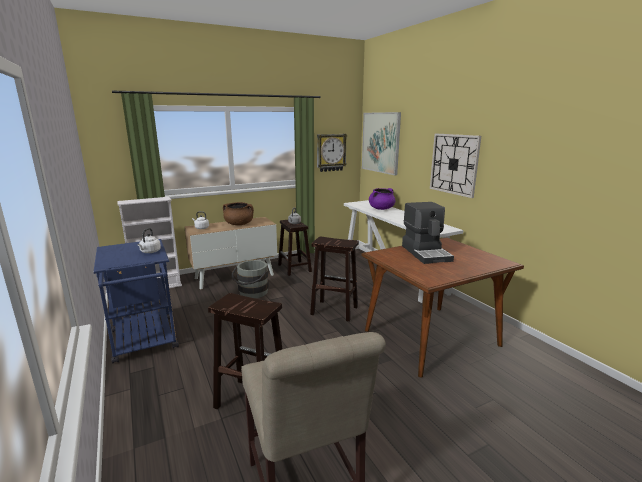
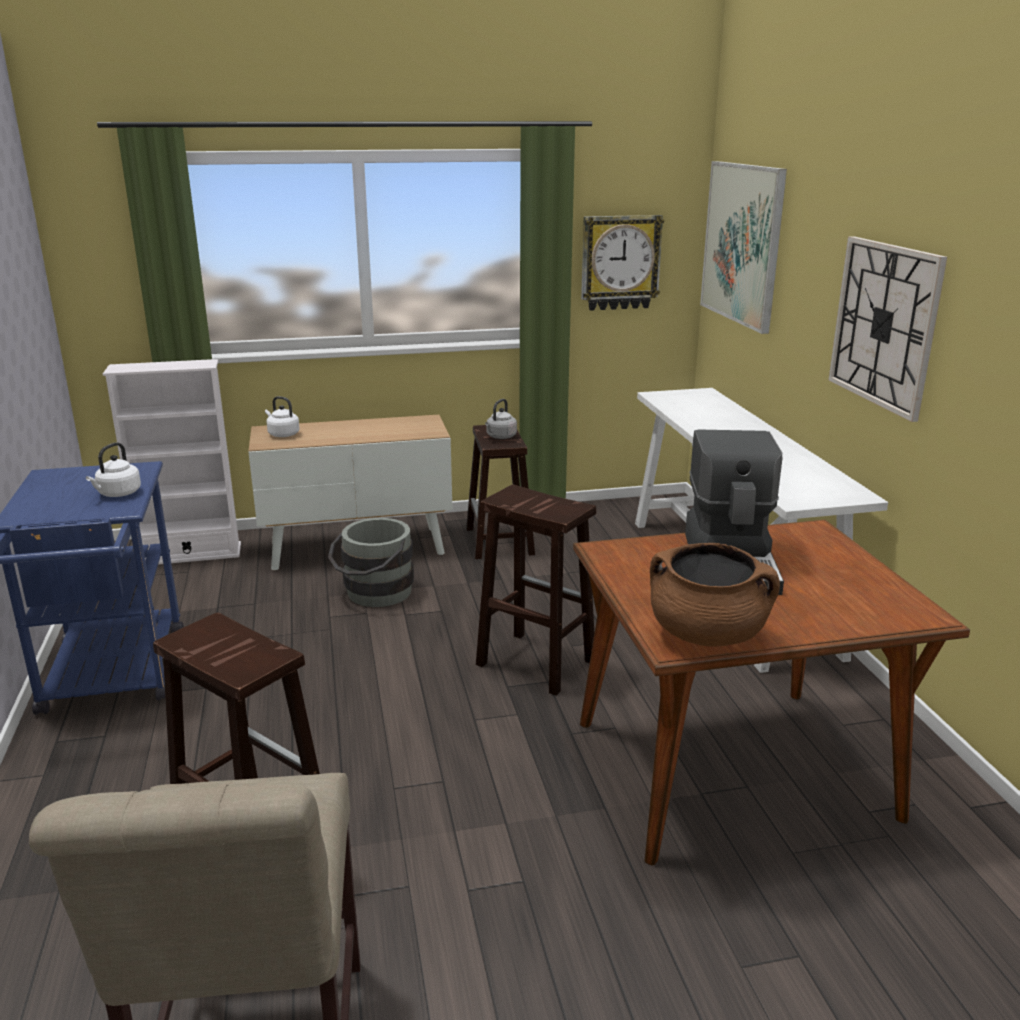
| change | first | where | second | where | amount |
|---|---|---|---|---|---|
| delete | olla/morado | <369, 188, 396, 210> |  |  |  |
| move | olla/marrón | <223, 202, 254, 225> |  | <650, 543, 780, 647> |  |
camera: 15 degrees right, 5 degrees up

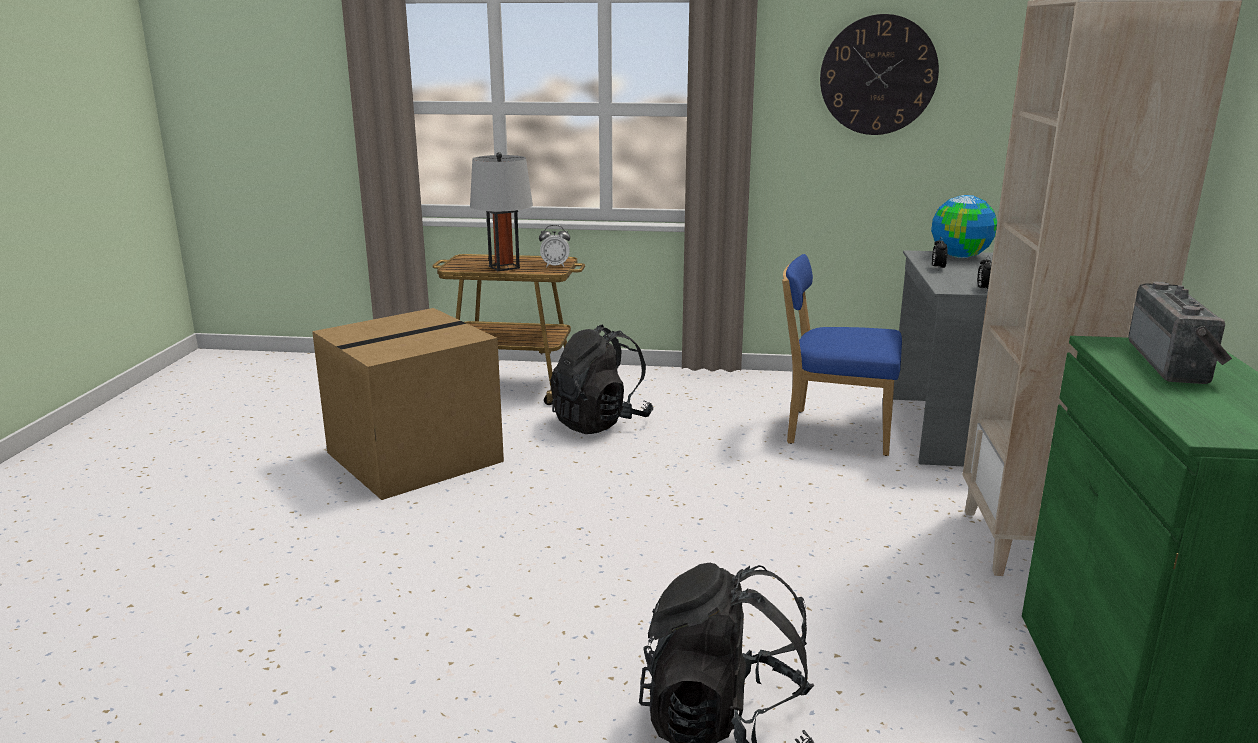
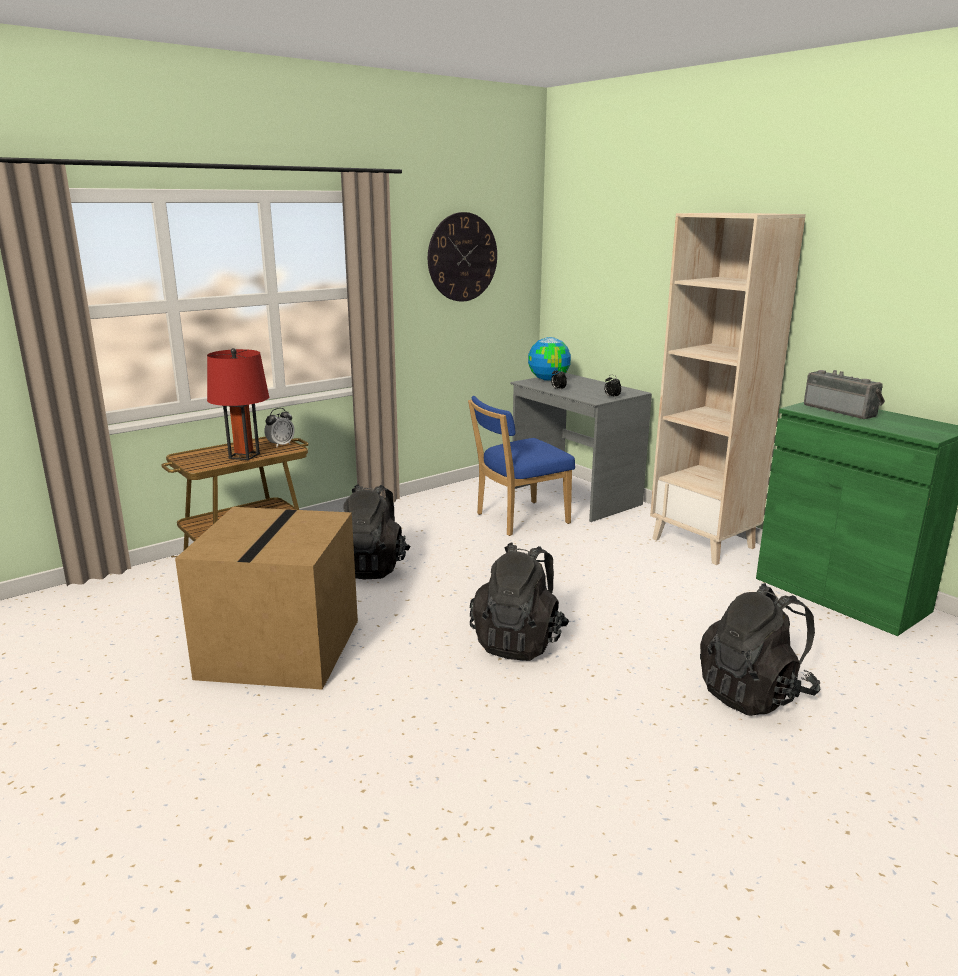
| change | first | where | second | where | amount |
|---|---|---|---|---|---|
| insert |  |  | mochila/negro | <470, 542, 569, 661> |  |
| recolor | lámpara de mesa/gris | <470, 152, 533, 271> | lámpara de mesa/rojo | <207, 348, 269, 460> |  |
camera: 45 degrees left, 0 degrees up

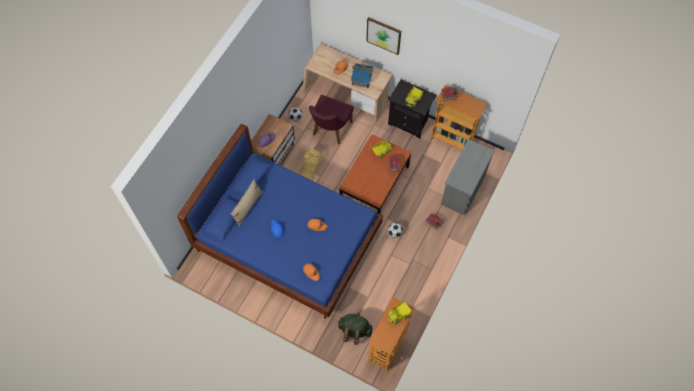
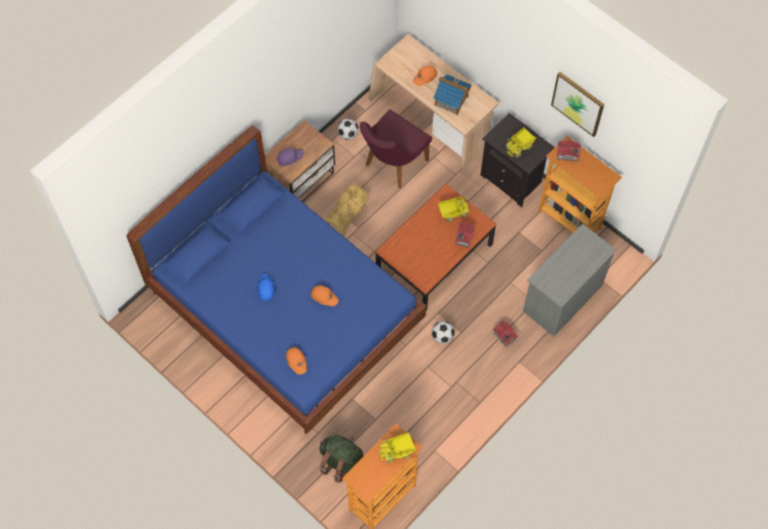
| change | first | where | second | where | amount |
|---|---|---|---|---|---|
| delete | cojín/beis | <230, 179, 263, 227> |  |  |  |
| move | cuadro | <366, 17, 401, 55> |  | <551, 72, 604, 137> |  |
camera: 15 degrees right, 0 degrees up

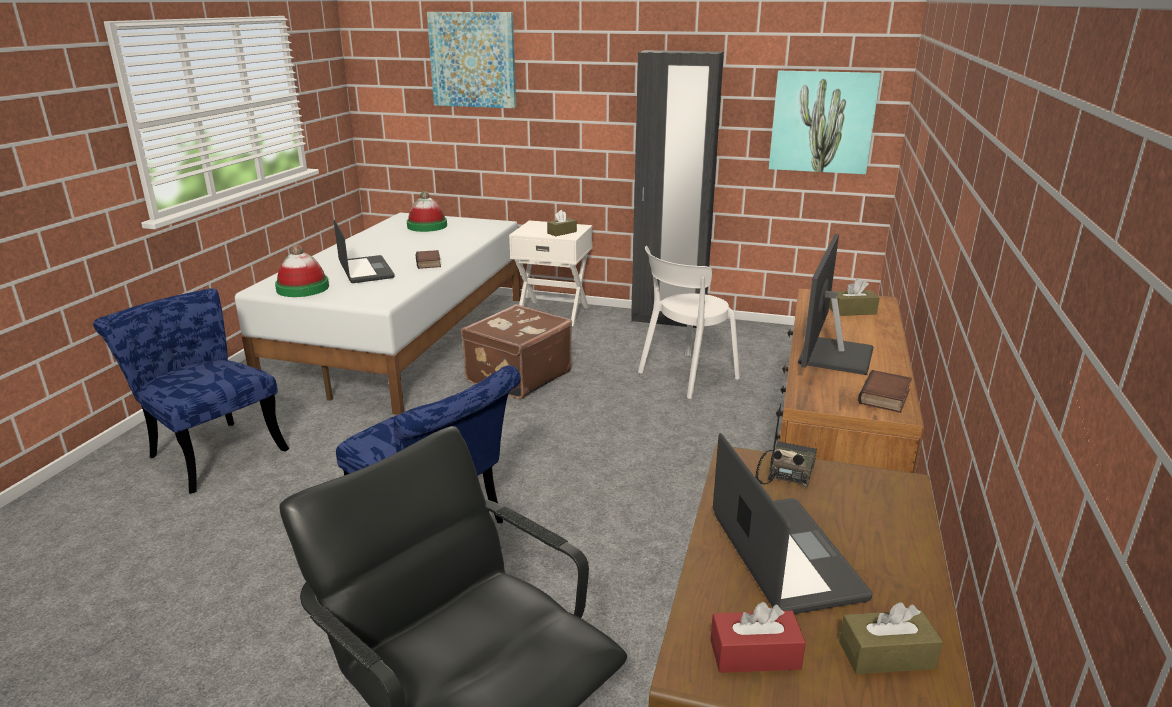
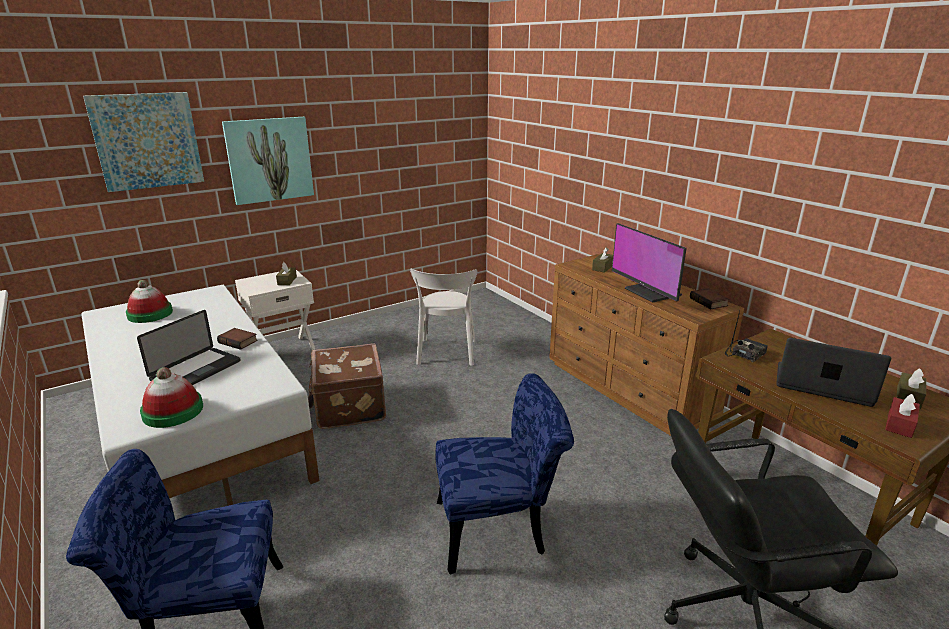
| change | first | where | second | where | amount |
|---|---|---|---|---|---|
| delete | armario ropero/negro | <631, 50, 724, 328> |  |  |  |
| move | cuadro | <769, 71, 881, 174> |  | <222, 117, 314, 205> |  |
| rotate | portátil | <334, 220, 395, 283> |  | <137, 310, 240, 385> | 105 degrees clockwise |
| rotate | radio | <755, 404, 817, 488> |  | <725, 311, 768, 362> | 75 degrees clockwise |
camera: 50 degrees left, 0 degrees up

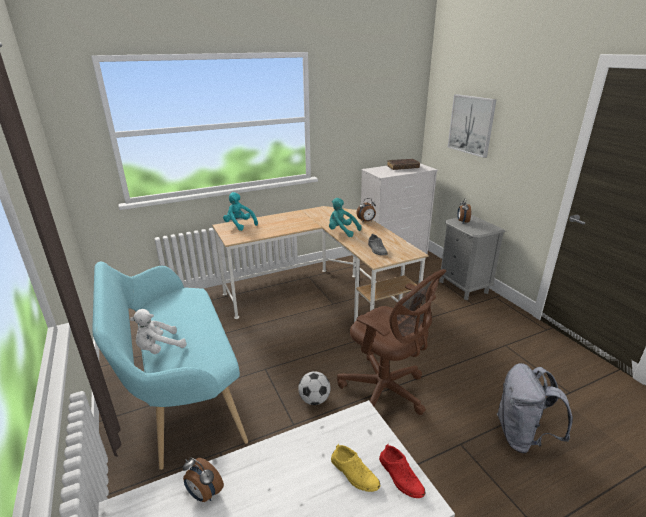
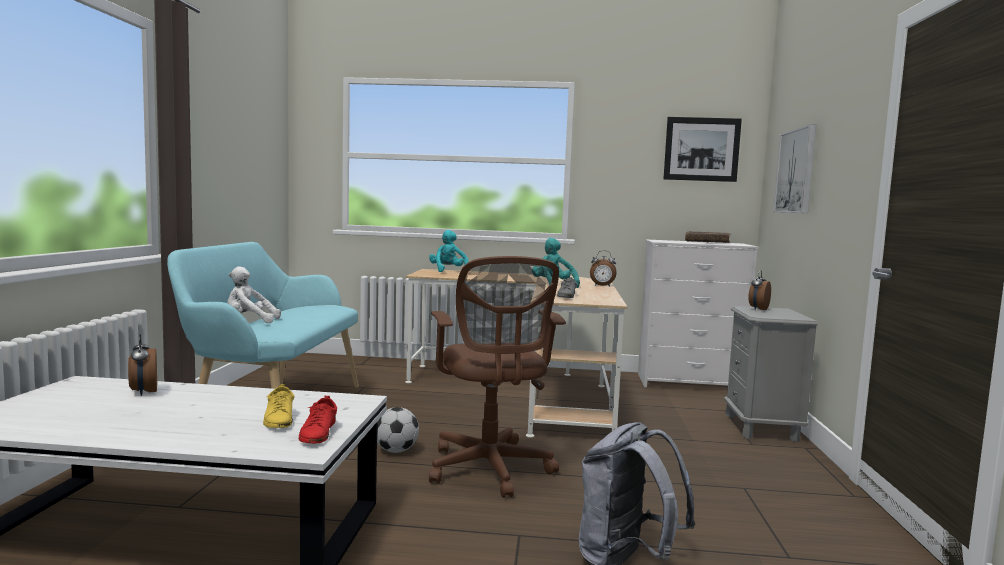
| change | first | where | second | where | amount |
|---|---|---|---|---|---|
| insert |  |  | cuadro | <663, 117, 742, 182> |  |
camera: 30 degrees right, 20 degrees down

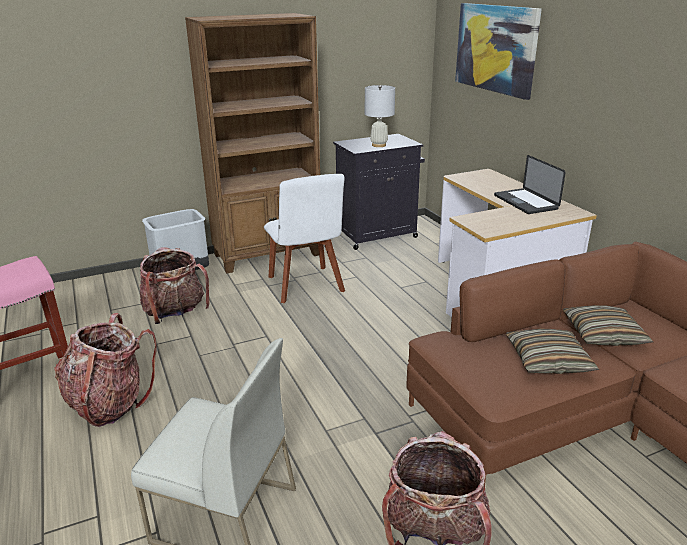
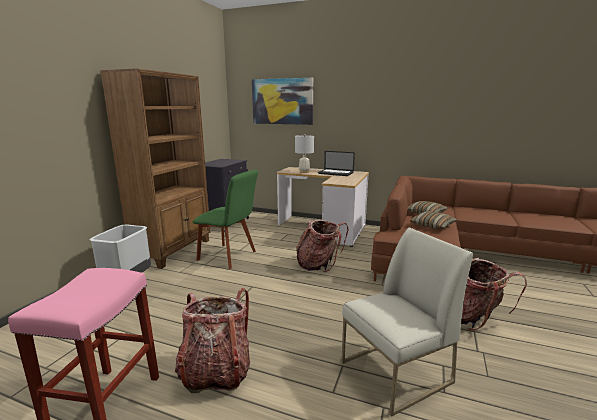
| change | first | where | second | where | amount |
|---|---|---|---|---|---|
| move | mochila | <139, 247, 210, 324> |  | <296, 220, 348, 272> |  |
| move | lámpara de mesa/blanco | <365, 85, 395, 147> |  | <295, 134, 314, 173> |  |
| recolor | silla/blanco | <264, 174, 345, 303> | silla/verde | <193, 170, 258, 269> |  |
camera: 45 degrees left, 10 degrees down

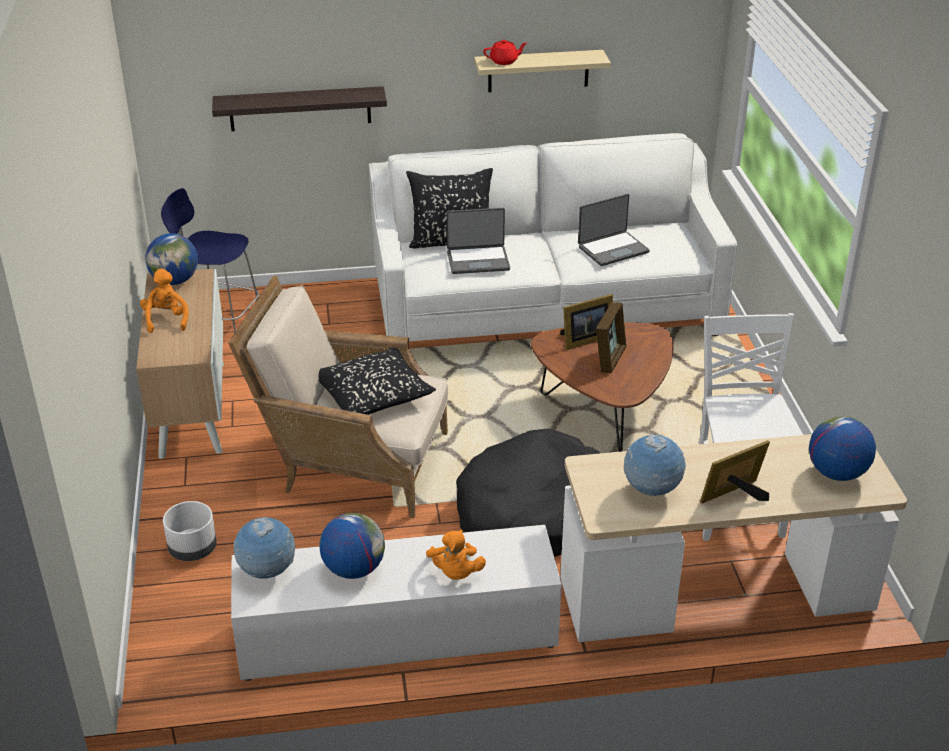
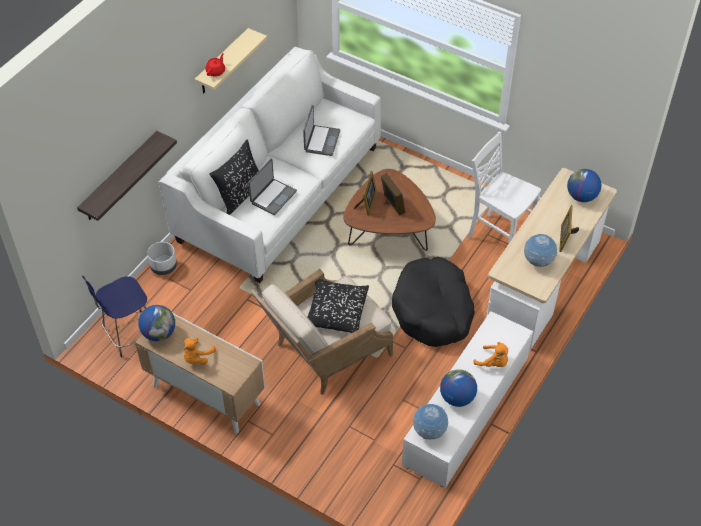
| change | first | where | second | where | amount |
|---|---|---|---|---|---|
| move | maceta/blanco | <163, 501, 217, 561> |  | <147, 242, 177, 275> |  |
| rotate | peluche/naranja | <140, 269, 188, 333> |  | <183, 338, 216, 365> | 90 degrees counterclockwise |
camera: 50 degrees left, 15 degrees up

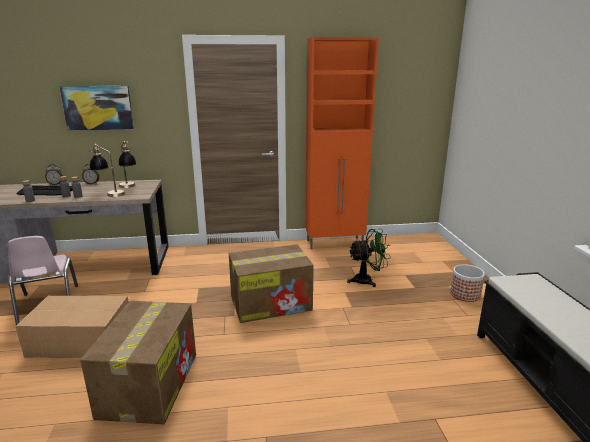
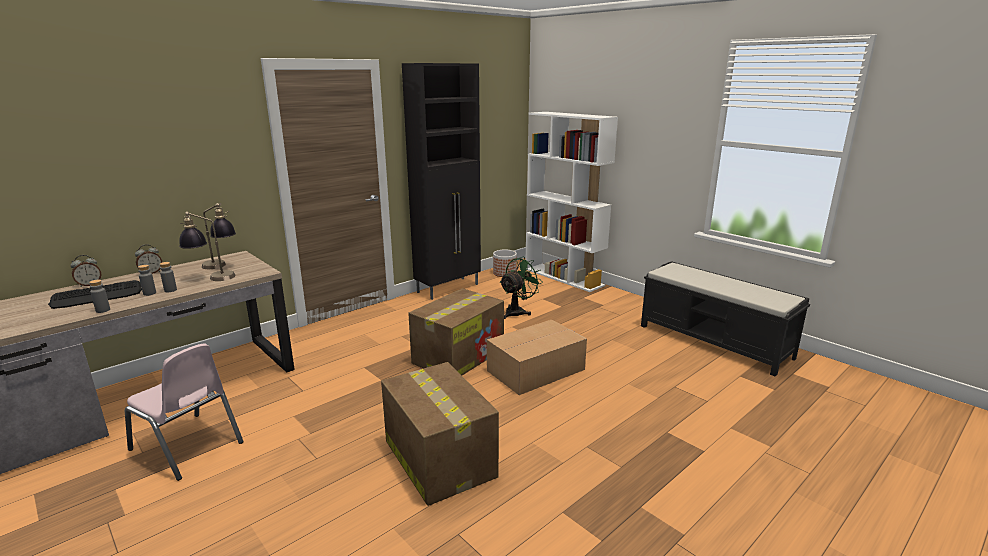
| change | first | where | second | where | amount |
|---|---|---|---|---|---|
| delete | cuadro | <59, 86, 134, 131> |  |  |  |
| insert |  |  | estantería/blanco | <526, 112, 618, 292> |  |
| move | caja de cartón | <16, 296, 129, 358> |  | <487, 320, 587, 395> |  |
| move | maceta | <450, 264, 485, 302> |  | <493, 250, 517, 277> |  |
| recolor | armario/naranja | <305, 37, 379, 249> | armario/negro | <402, 63, 481, 300> |  |
camera: 35 degrees left, 0 degrees up

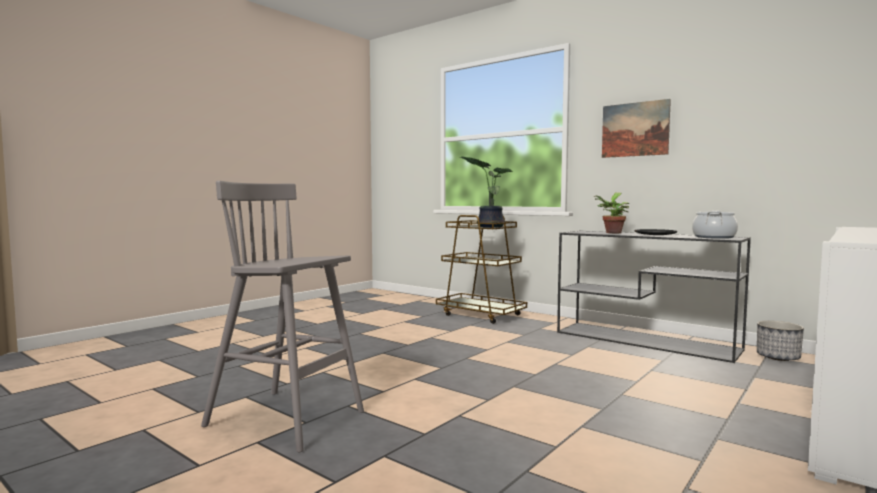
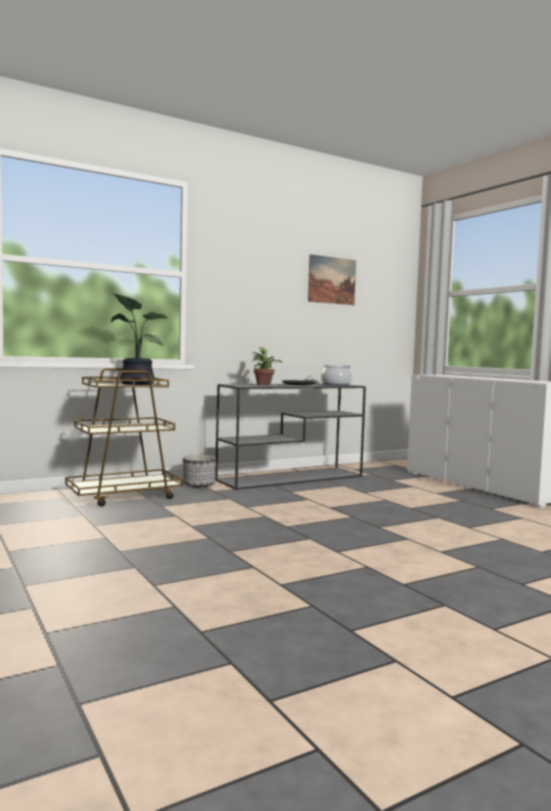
| change | first | where | second | where | amount |
|---|---|---|---|---|---|
| delete | taburete/gris | <201, 181, 364, 452> |  |  |  |
| move | cuadro | <602, 99, 671, 158> |  | <308, 254, 356, 305> |  |
| move | maceta | <757, 321, 804, 361> |  | <183, 455, 216, 488> |  |
camera: 70 degrees left, 0 degrees up

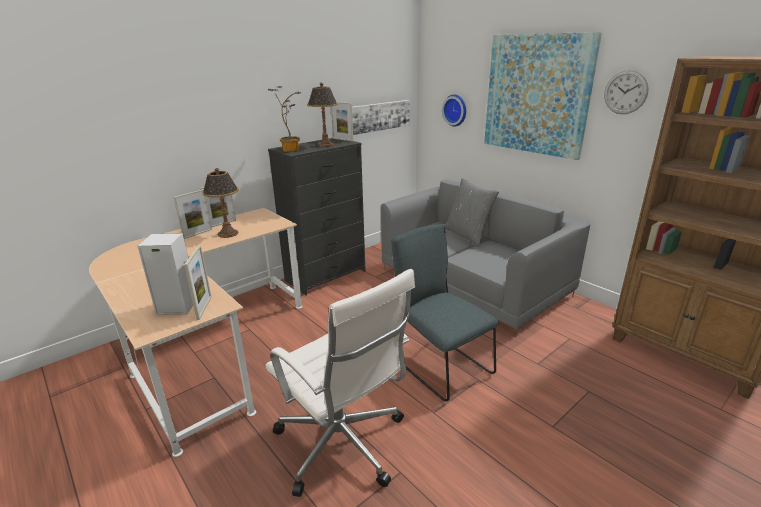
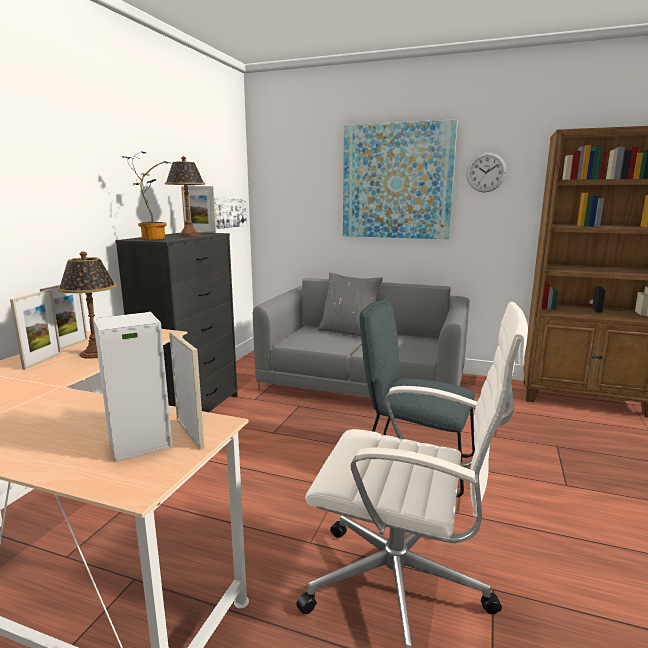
| change | first | where | second | where | amount |
|---|---|---|---|---|---|
| delete | reloj de pared | <442, 94, 466, 127> |  |  |  |
camera: 30 degrees left, 10 degrees down

